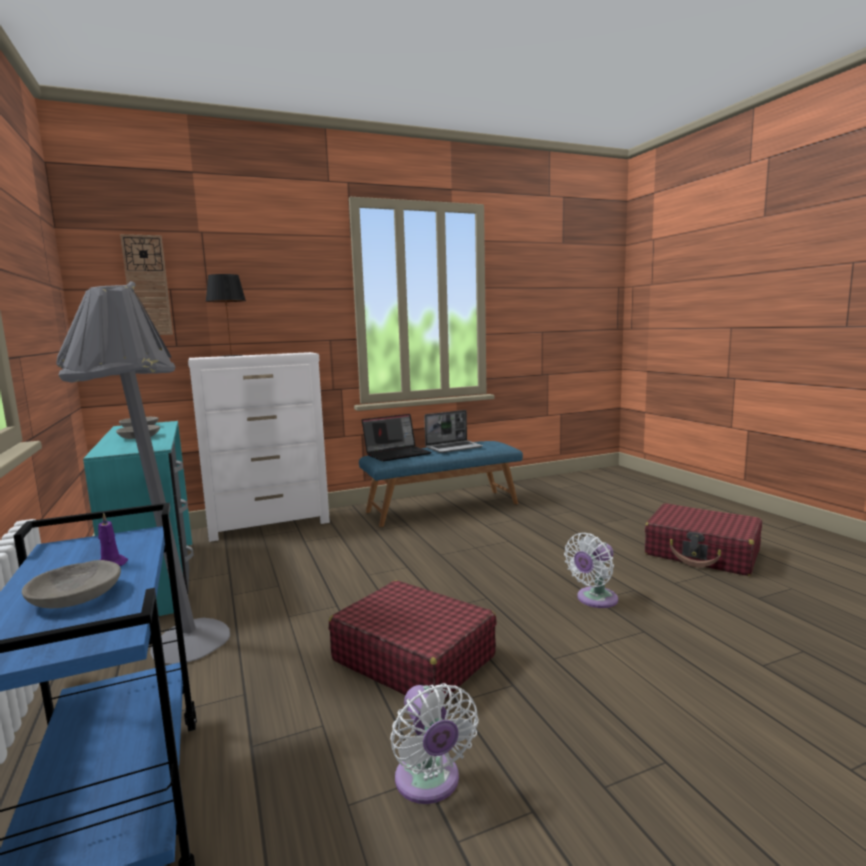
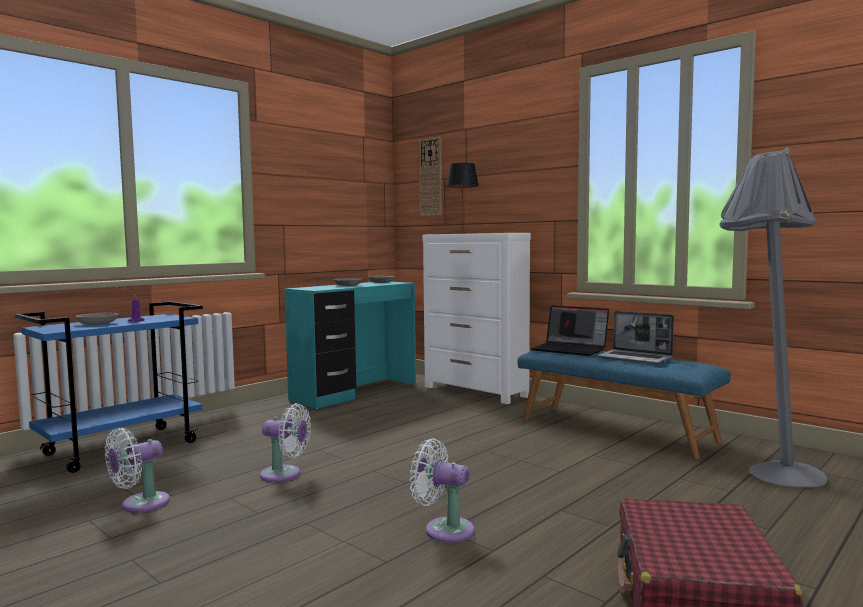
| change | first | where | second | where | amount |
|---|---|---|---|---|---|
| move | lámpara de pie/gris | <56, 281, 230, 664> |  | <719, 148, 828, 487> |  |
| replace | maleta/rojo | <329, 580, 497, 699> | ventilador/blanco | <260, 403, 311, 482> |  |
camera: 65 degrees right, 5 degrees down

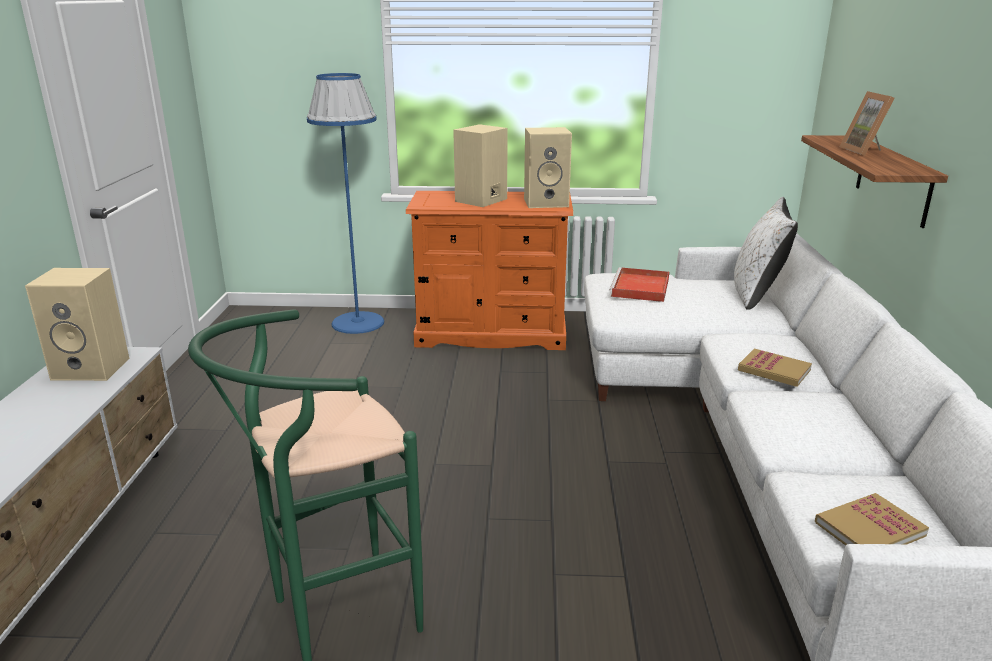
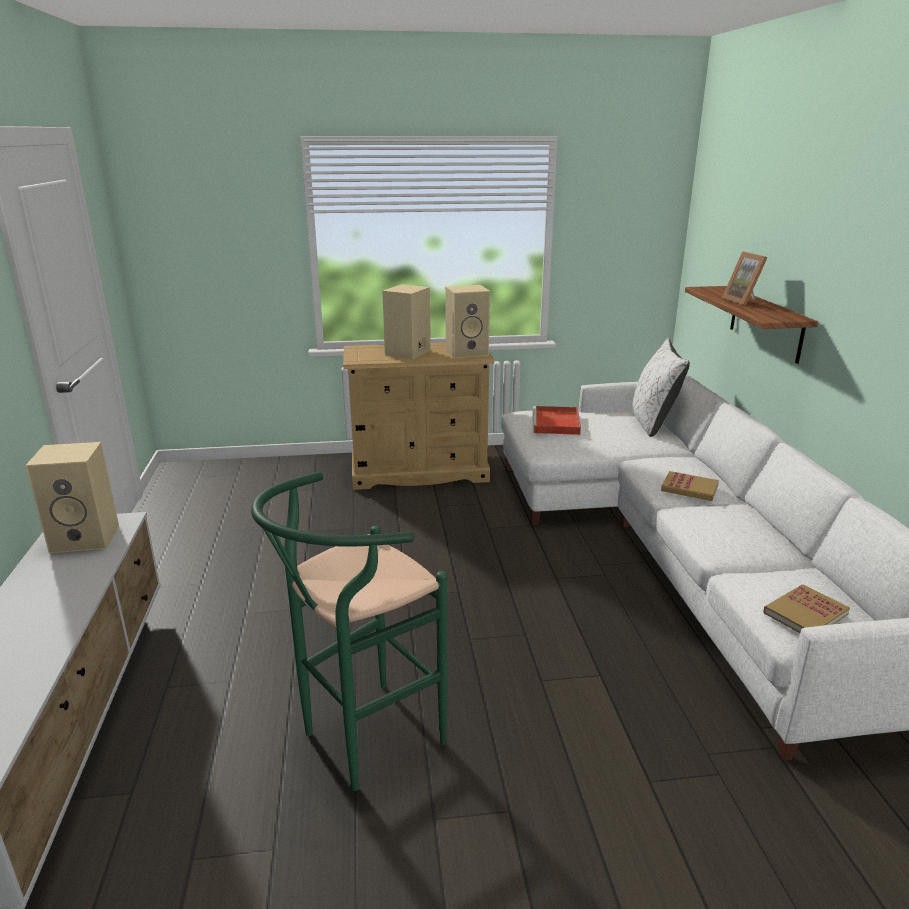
| change | first | where | second | where | amount |
|---|---|---|---|---|---|
| delete | lámpara de pie/azul | <307, 73, 384, 334> |  |  |  |
| recolor | cómoda/naranja | <406, 191, 573, 350> | cómoda/beis | <343, 342, 494, 490> |  |
camera: 10 degrees left, 0 degrees up

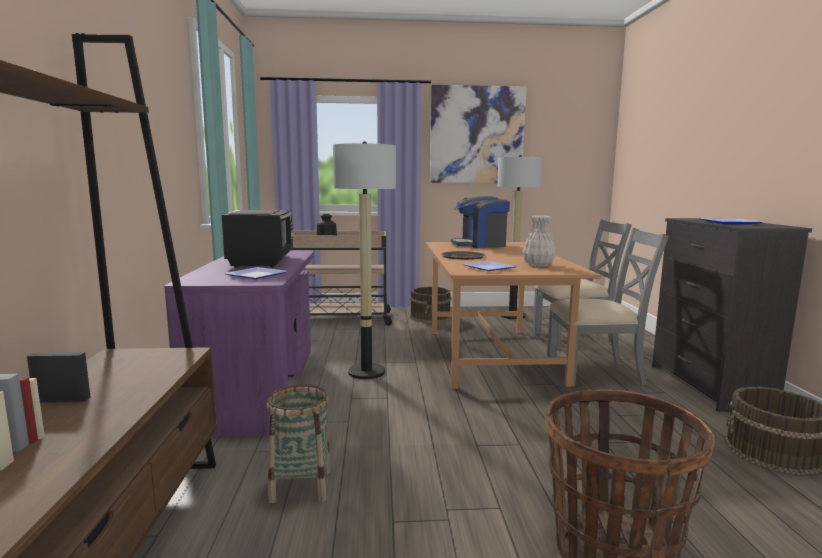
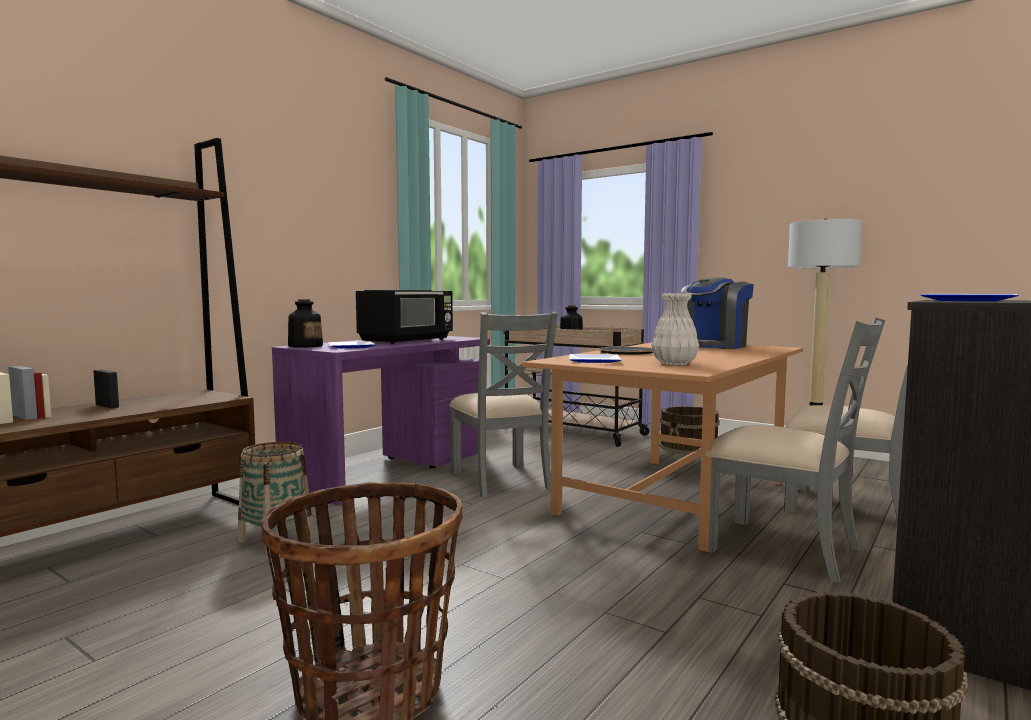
| change | first | where | second | where | amount |
|---|---|---|---|---|---|
| delete | cuadro | <430, 85, 526, 183> |  |  |  |
| insert |  |  | botella | <288, 299, 323, 347> |  |
| replace | lámpara de pie | <333, 141, 396, 379> | silla/gris | <449, 312, 558, 497> |  |
| rotate | cafetera | <451, 196, 510, 248> |  | <680, 277, 754, 349> | 75 degrees counterclockwise |
camera: 40 degrees right, 5 degrees down

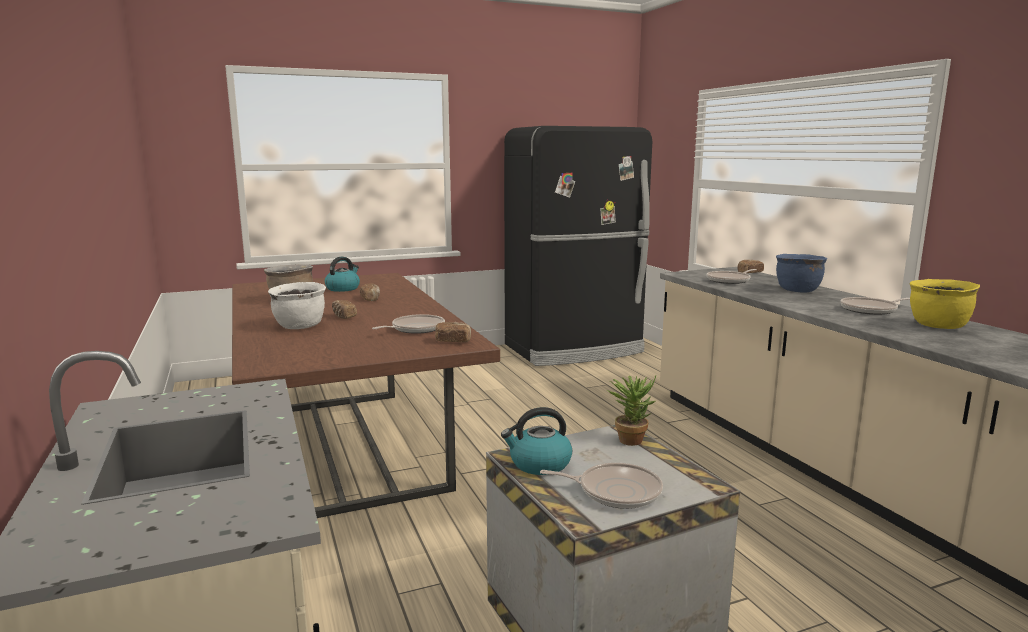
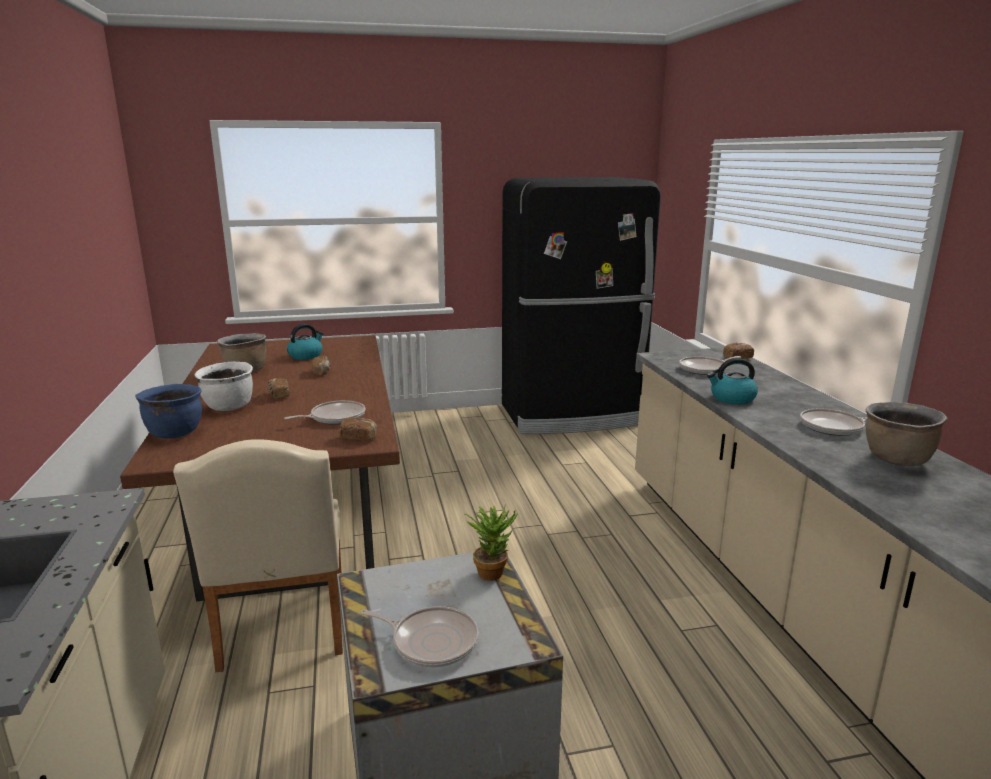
| change | first | where | second | where | amount |
|---|---|---|---|---|---|
| insert |  |  | silla/beis | <173, 439, 343, 672> |  |
| move | hervidor | <501, 407, 572, 475> |  | <707, 358, 758, 405> |  |
| move | olla/azul | <776, 254, 827, 292> |  | <135, 384, 202, 439> |  |
| recolor | olla/amarillo | <909, 279, 980, 329> | olla/marrón | <866, 402, 947, 466> |  |
camera: 10 degrees right, 5 degrees up

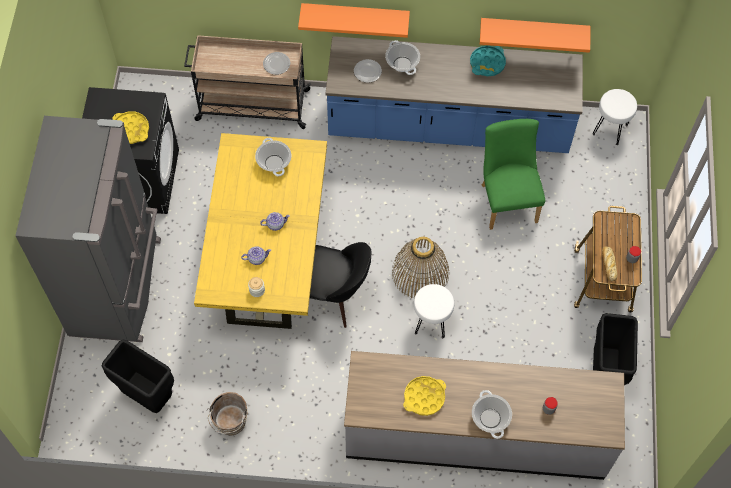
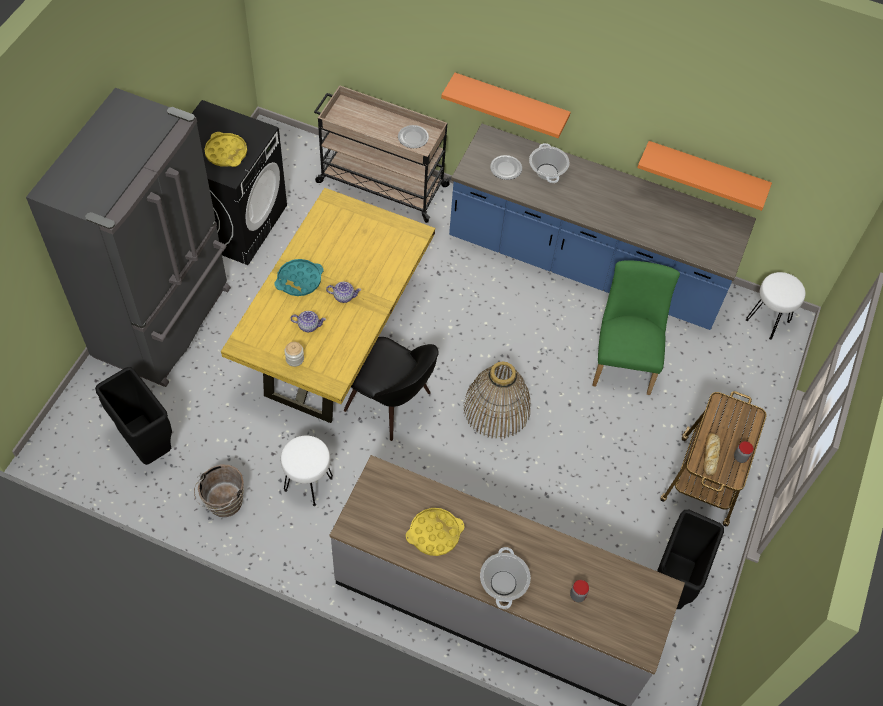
| change | first | where | second | where | amount |
|---|---|---|---|---|---|
| delete | olla | <255, 138, 291, 176> |  |  |  |
| move | taburete/blanco | <414, 284, 454, 338> |  | <281, 436, 333, 506> |  |
| move | bandeja/turquesa | <470, 46, 506, 76> |  | <274, 259, 323, 296> |  |
camera: 15 degrees right, 5 degrees down

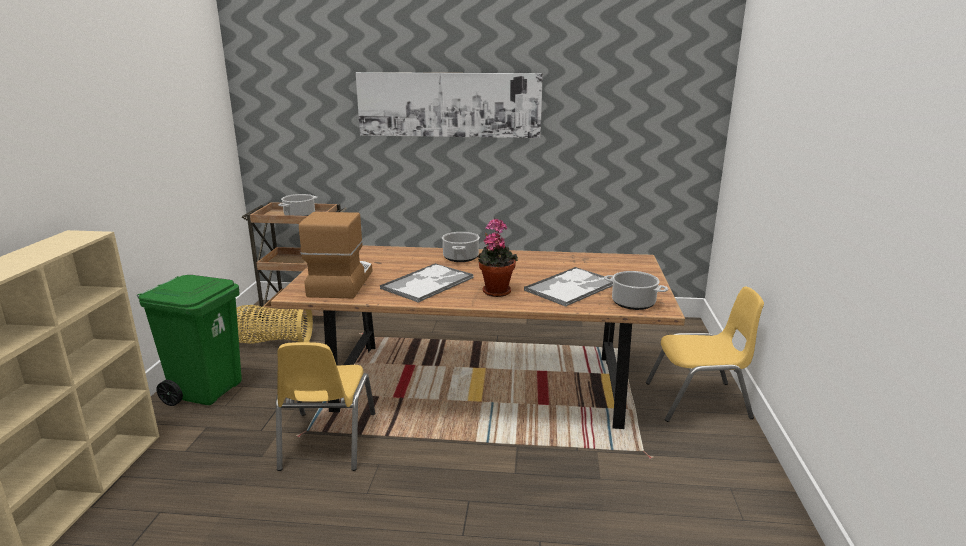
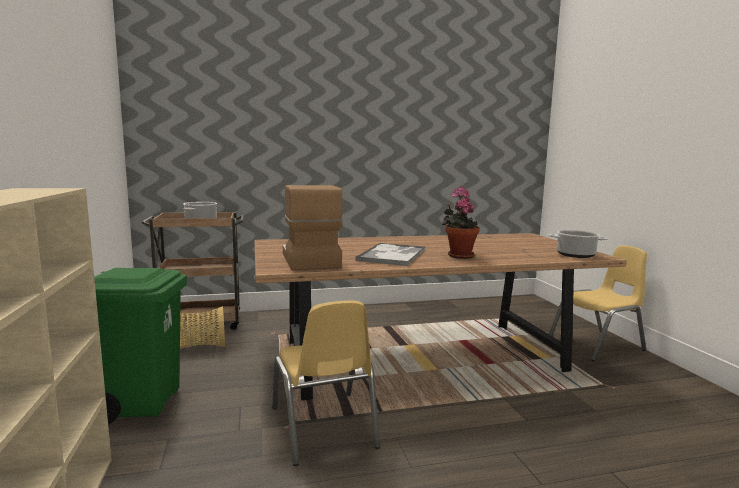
| change | first | where | second | where | amount |
|---|---|---|---|---|---|
| delete | cuadro | <356, 72, 543, 138> |  |  |  |
| delete | olla | <442, 232, 480, 262> |  |  |  |
| delete | bandeja | <524, 267, 613, 307> |  |  |  |
camera: 20 degrees left, 10 degrees down

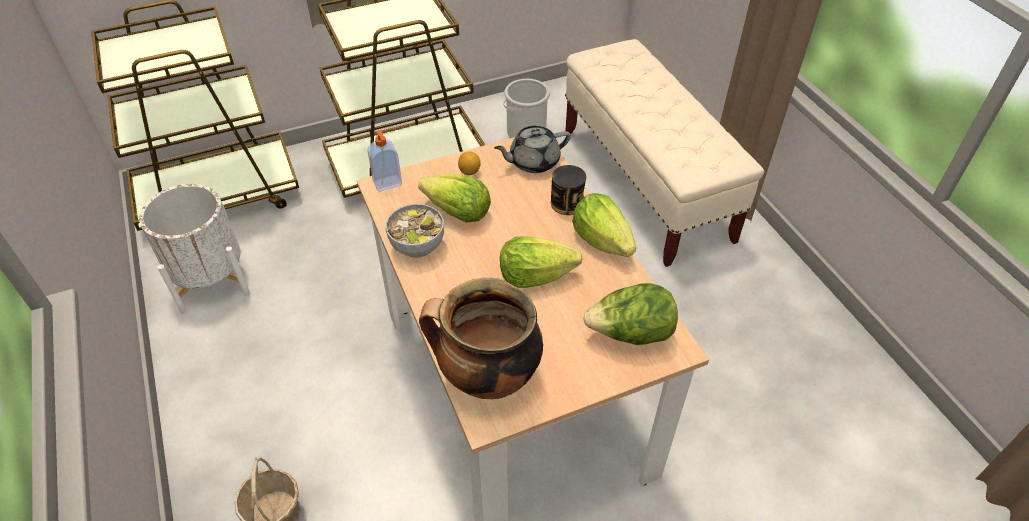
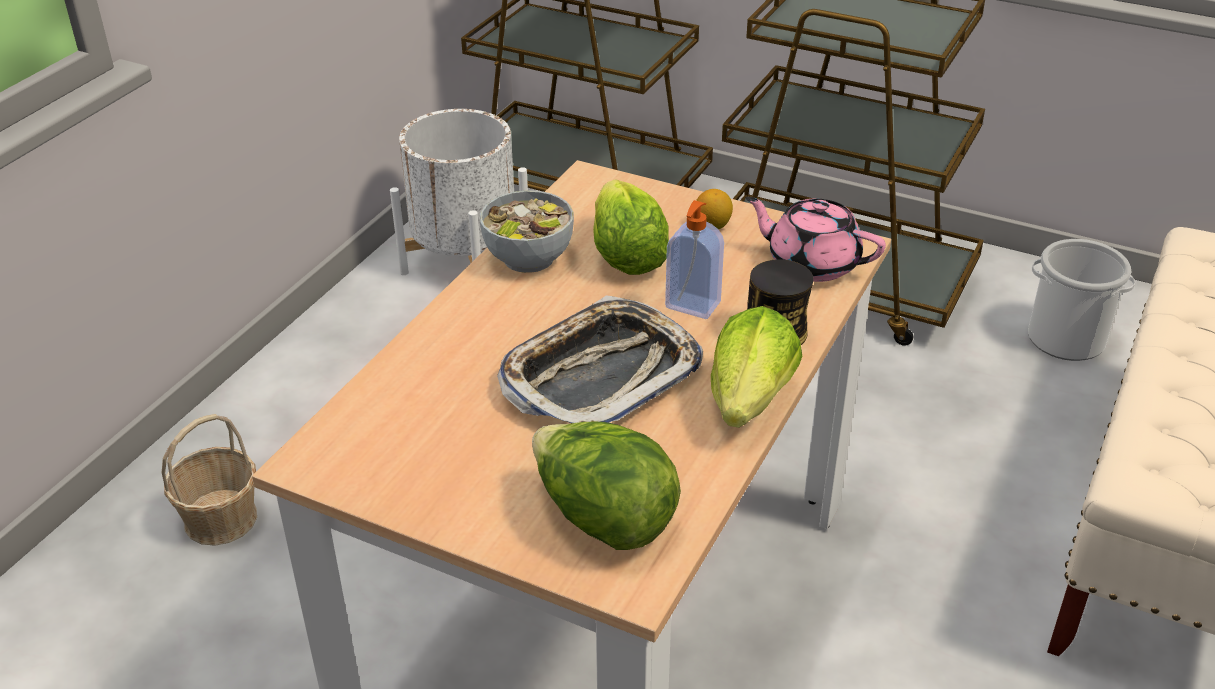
| change | first | where | second | where | amount |
|---|---|---|---|---|---|
| delete | olla | <419, 278, 543, 399> |  |  |  |
| move | dispensador de jabón | <367, 130, 402, 192> |  | <665, 200, 724, 319> |  |
| replace | lechuga | <500, 236, 582, 288> | bandeja | <497, 295, 703, 423> |  |
| recolor | tetera/gris | <494, 126, 571, 173> | tetera/rosa | <745, 197, 886, 282> |  |
camera: 50 degrees right, 10 degrees down

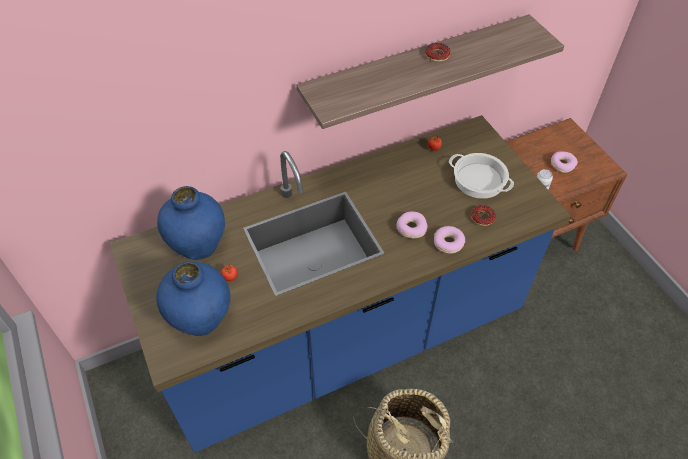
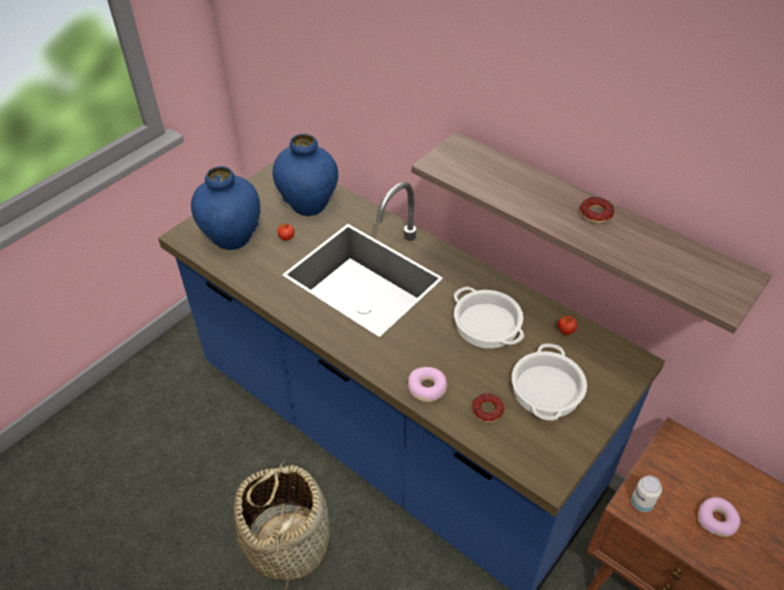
| change | first | where | second | where | amount |
|---|---|---|---|---|---|
| delete | rosquilla | <397, 212, 428, 238> |  |  |  |
| insert |  |  | olla | <453, 287, 524, 348> |  |
camera: 65 degrees right, 5 degrees down

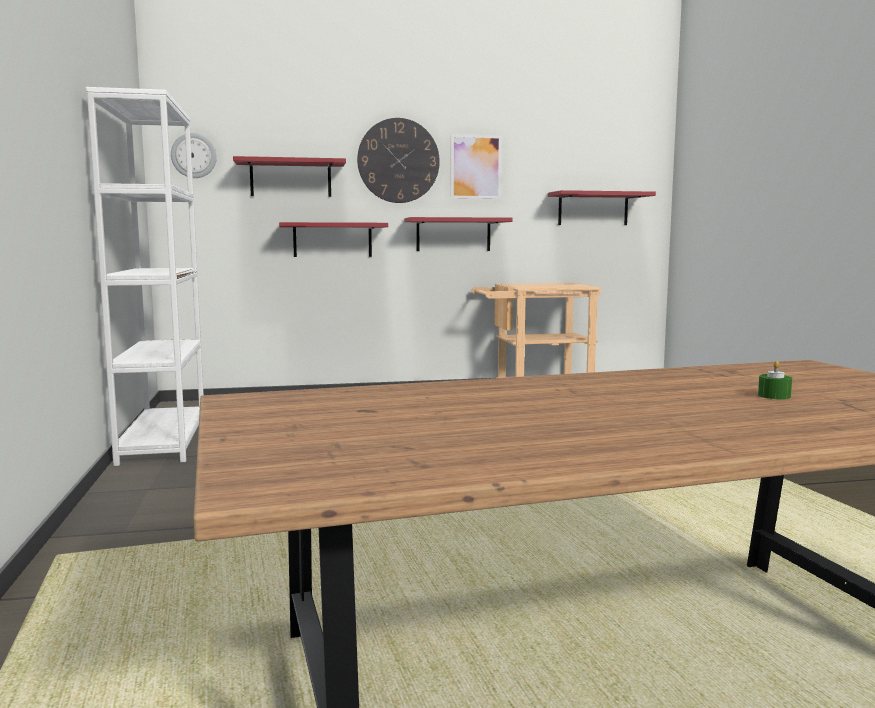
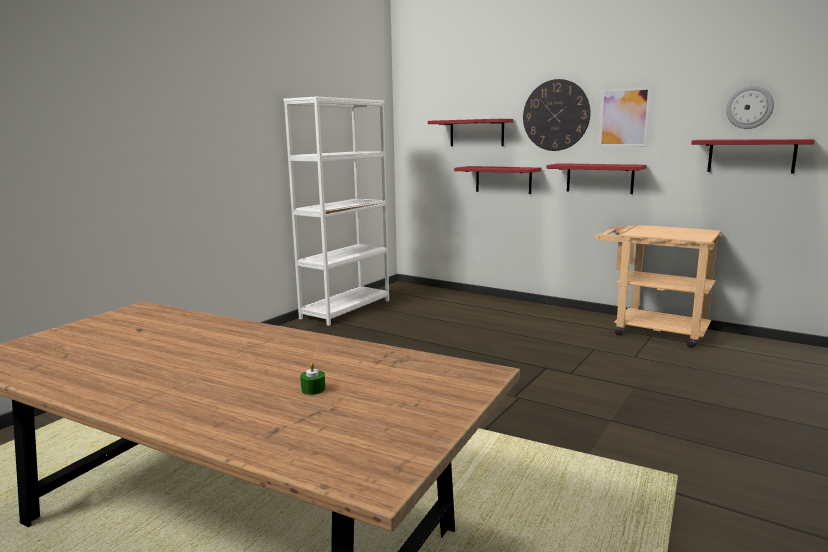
| change | first | where | second | where | amount |
|---|---|---|---|---|---|
| move | reloj de pared | <171, 133, 217, 178> |  | <726, 86, 774, 129> |  |
camera: 45 degrees right, 5 degrees up

